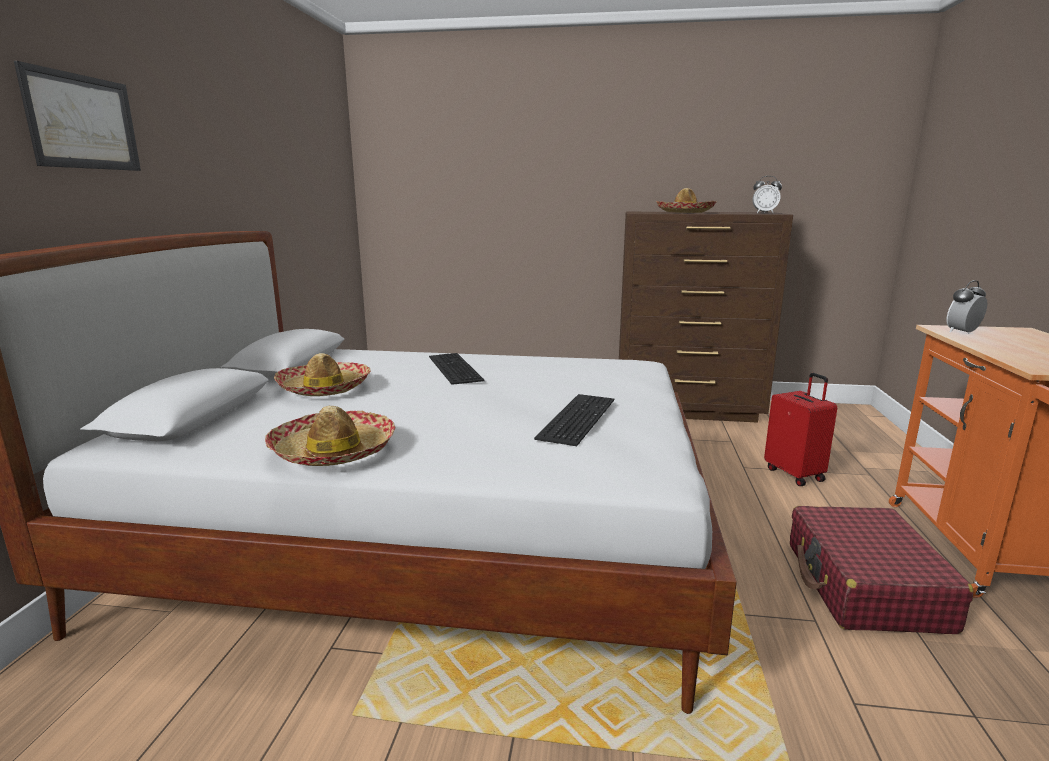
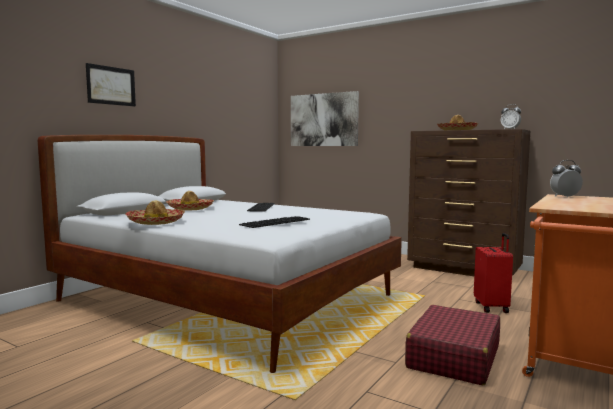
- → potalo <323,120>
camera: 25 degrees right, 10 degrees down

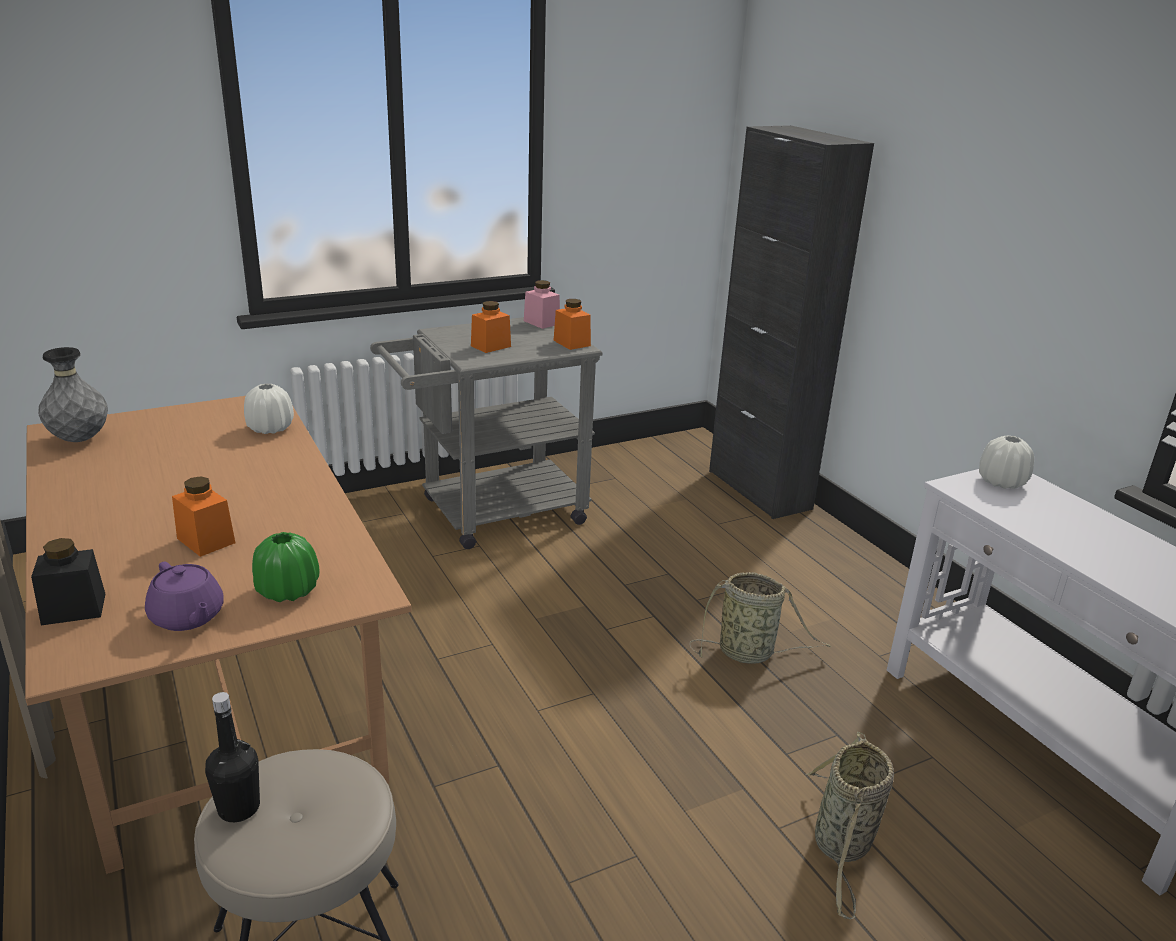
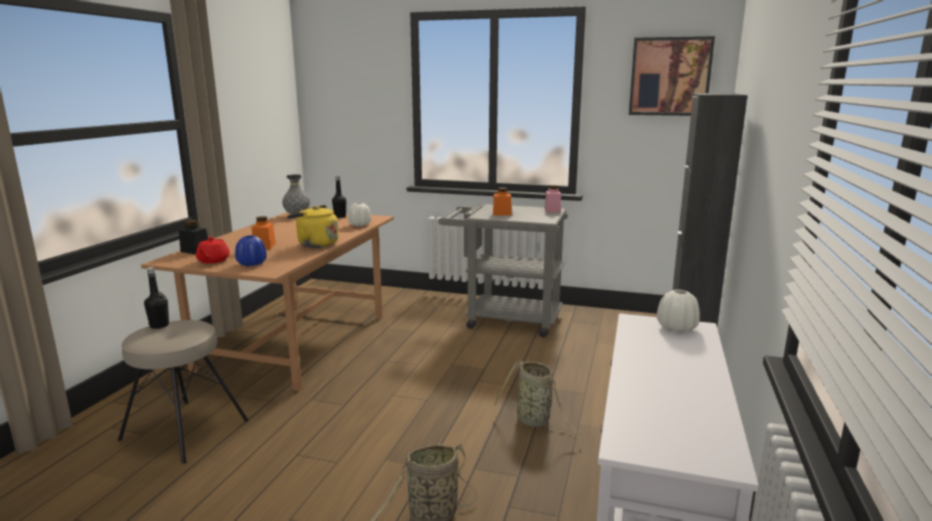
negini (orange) <572,343> → -
- → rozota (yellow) <315,244>
- → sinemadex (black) <340,217>
- → potalo <670,76>
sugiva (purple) <187,617> → sugiva (red) <213,261>
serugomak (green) <287,591> → serugomak (blue) <252,263>
camera: 45 degrees right, 10 degrees down

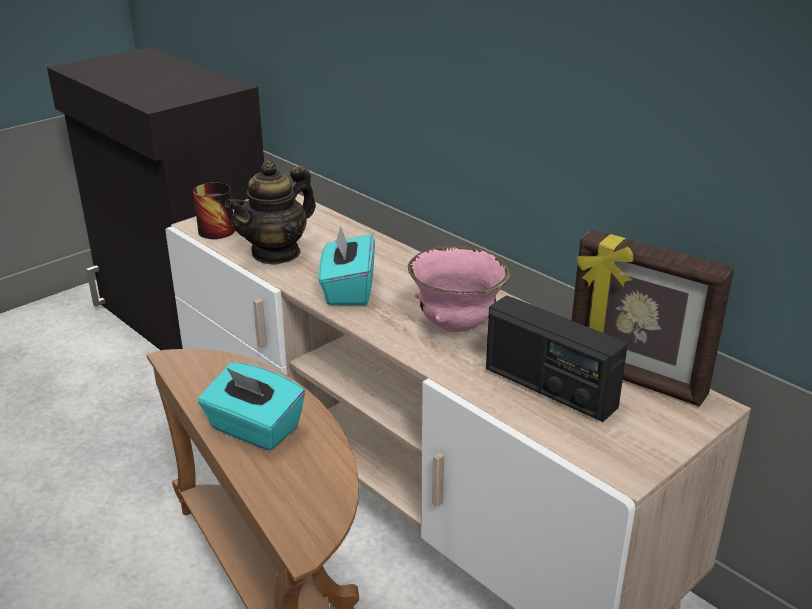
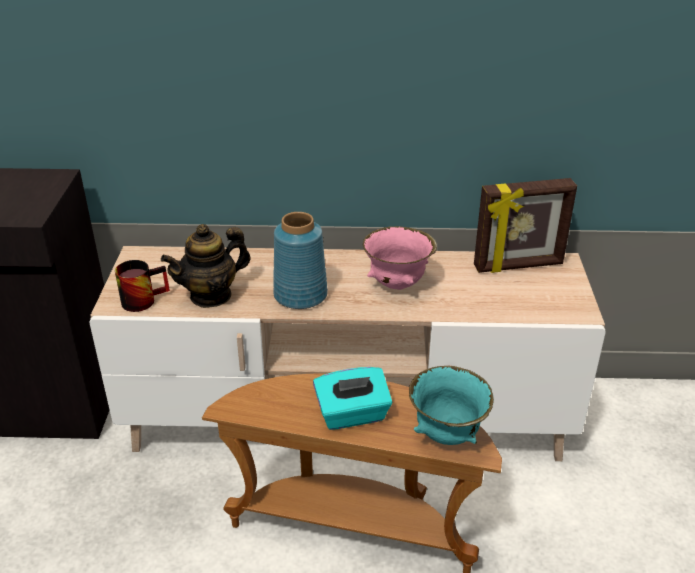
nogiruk <549,388> → -
- → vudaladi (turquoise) <446,435>
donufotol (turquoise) <348,290> → serugomak (blue) <301,295>
sugiva <276,253> → sugiva <211,295>, 60 degrees clockwise
camera: 45 degrees left, 5 degrees up

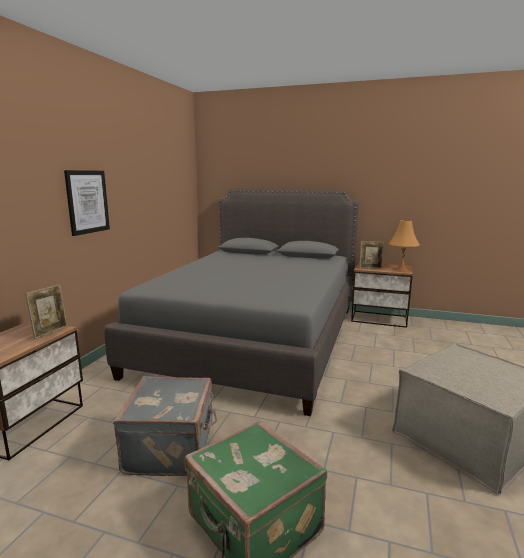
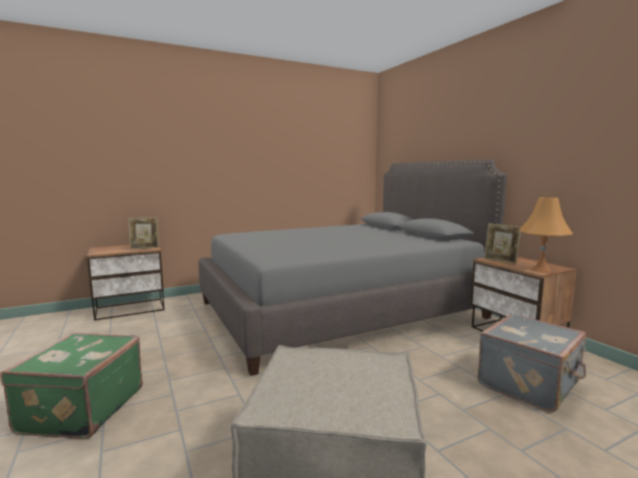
potalo <87,202> → -
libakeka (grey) <172,447> → libakeka (grey) <530,384>, move
camera: 45 degrees right, 5 degrees down

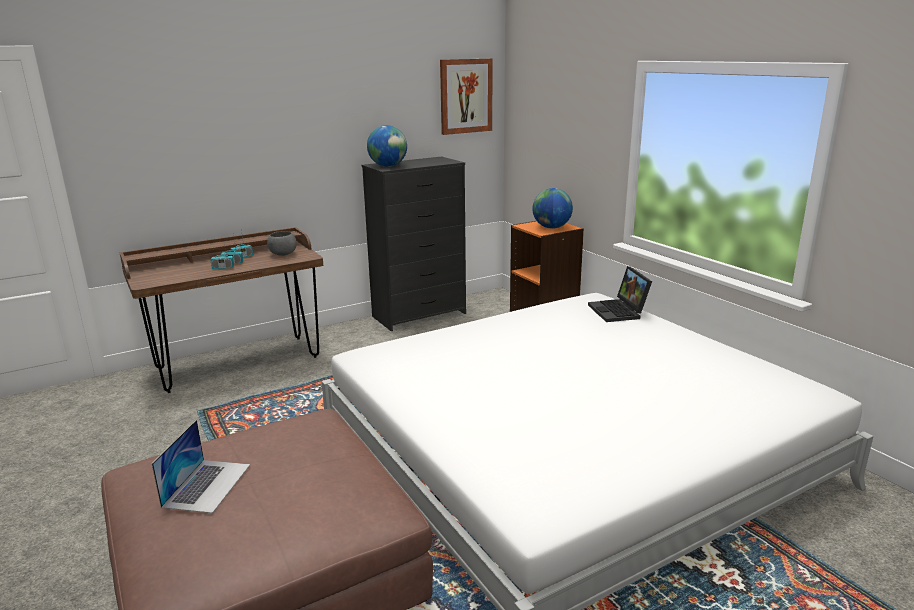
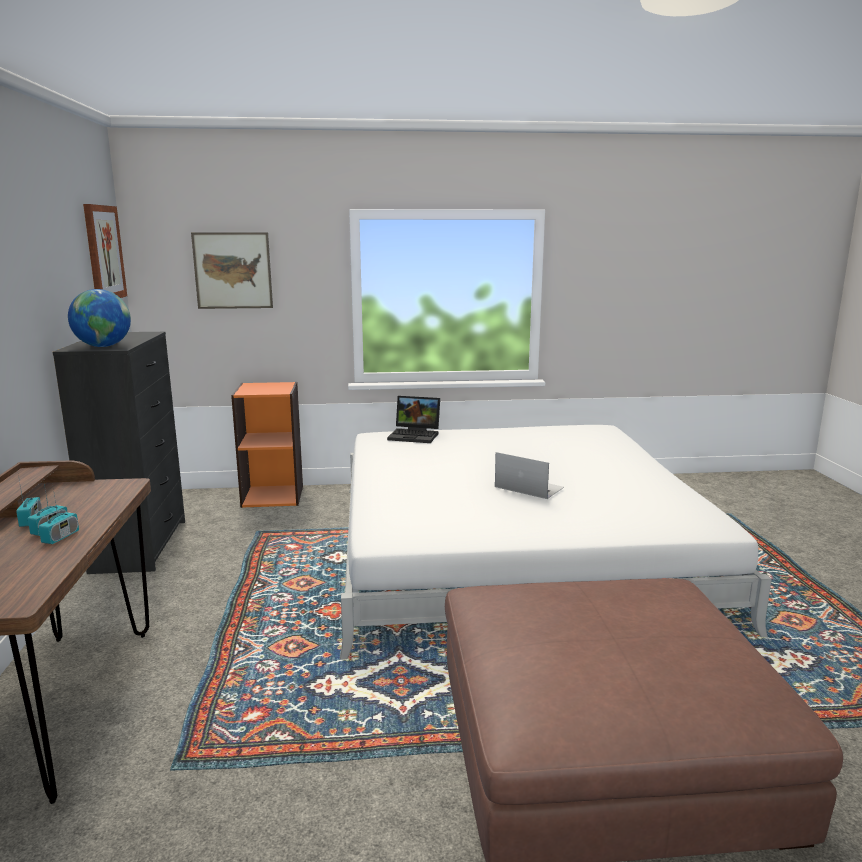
vudaladi (grey) <283,254> → -
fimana <551,228> → -
- → potalo <233,270>
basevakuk <207,485> → basevakuk <529,487>, move
camera: 65 degrees left, 5 degrees down

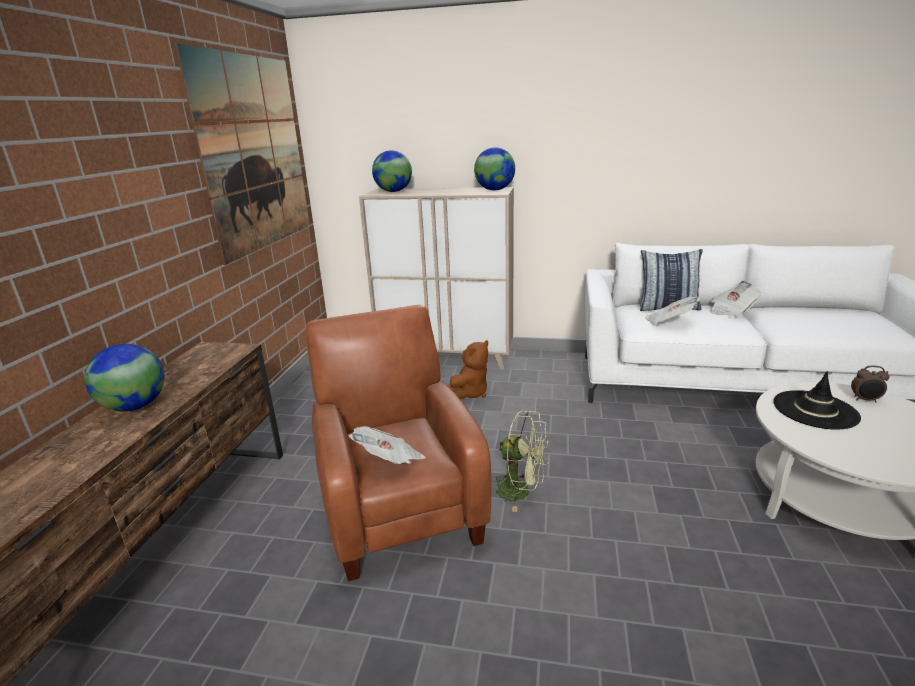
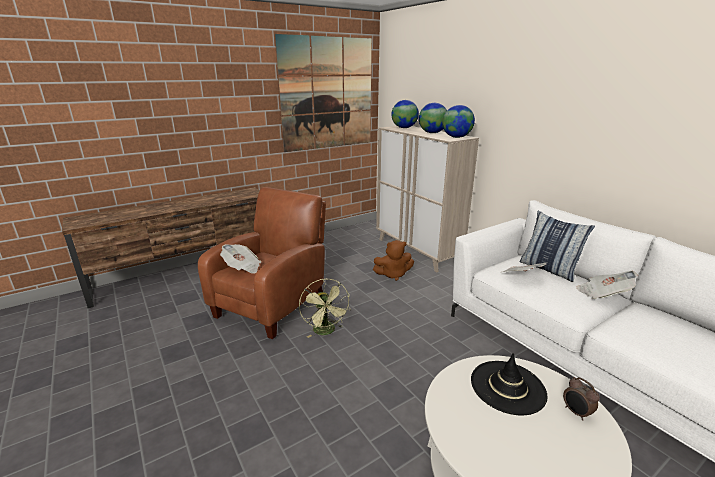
fimana <135,406> → fimana <432,133>, move
camera: 45 degrees right, 0 degrees up

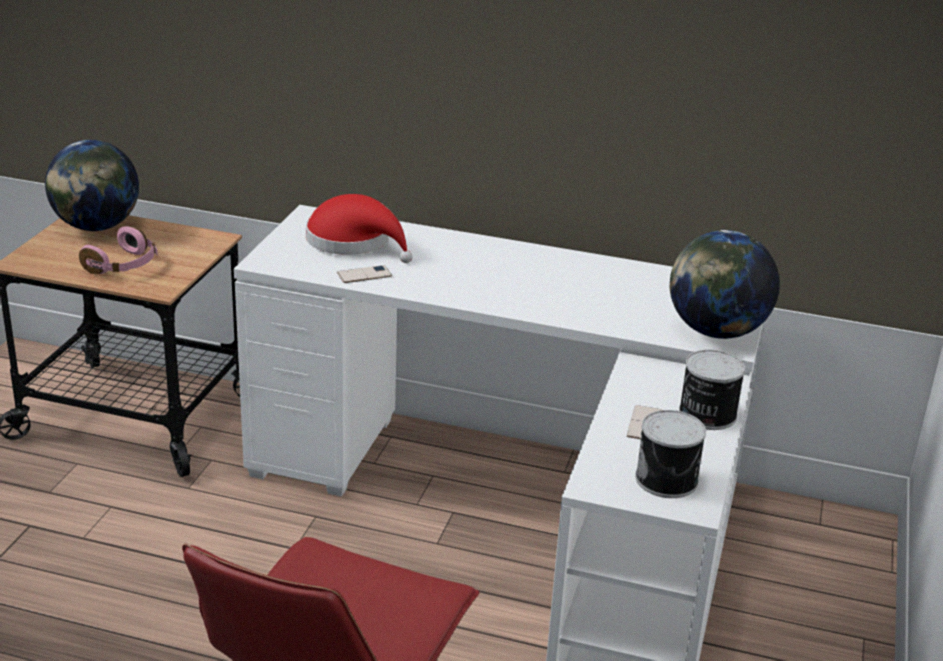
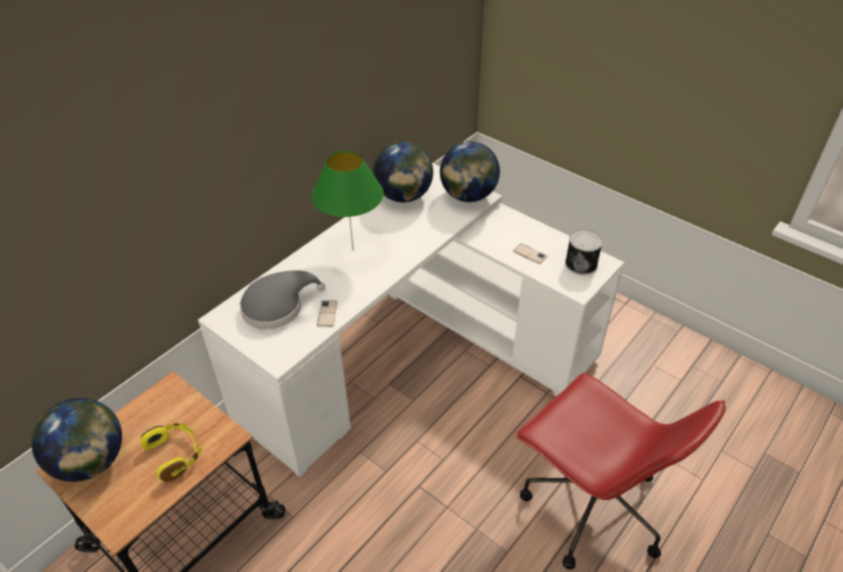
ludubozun <706,414> → -
- → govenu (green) <353,250>
- → fimana <404,196>
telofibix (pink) <123,266> → telofibix (yellow) <175,454>
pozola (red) <354,242> → pozola (grey) <277,306>
camera: 65 degrees left, 15 degrees up

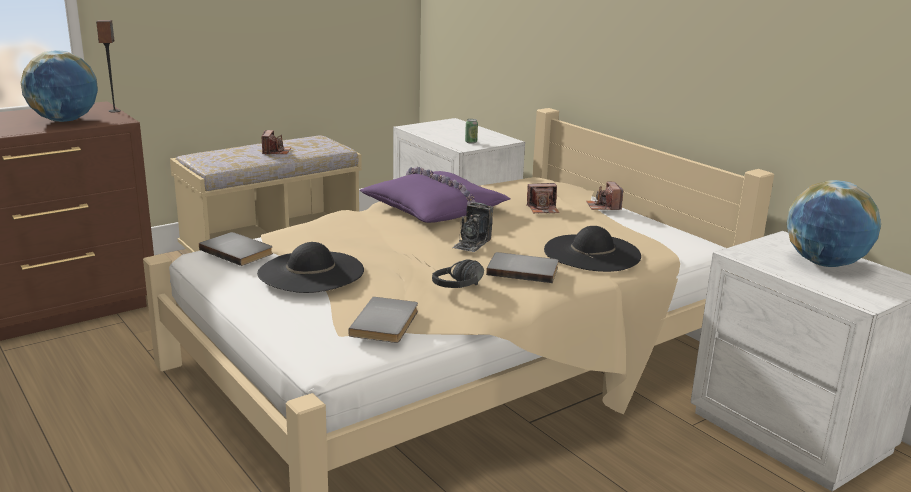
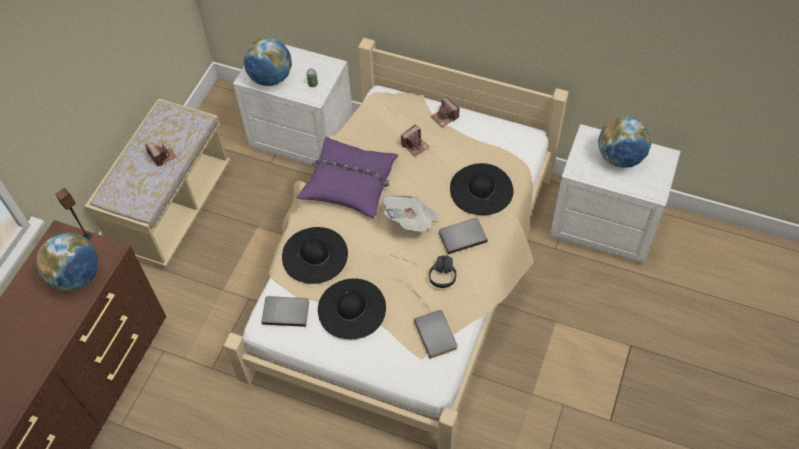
- → fimana <271,78>
- → pozola (black) <315,255>
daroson <472,243> → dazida <412,220>
camera: 30 degrees left, 35 degrees up

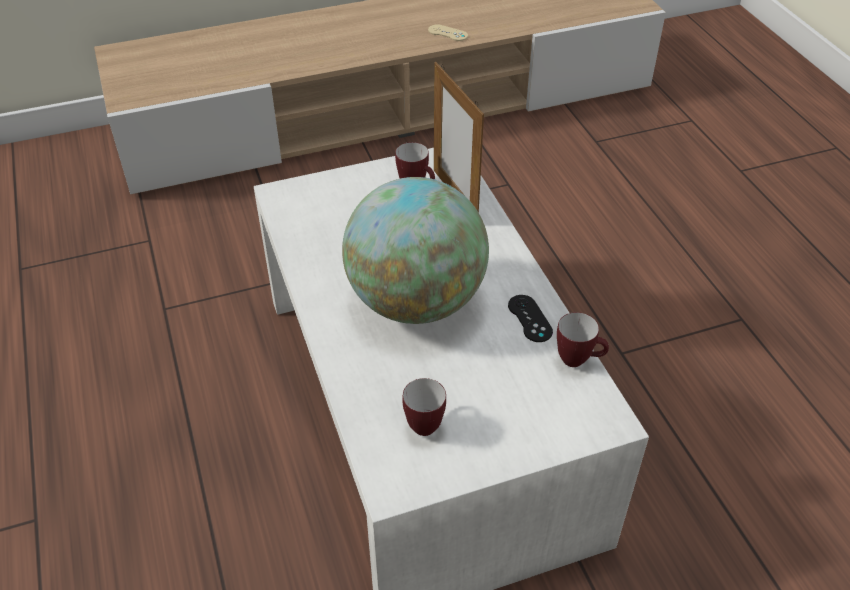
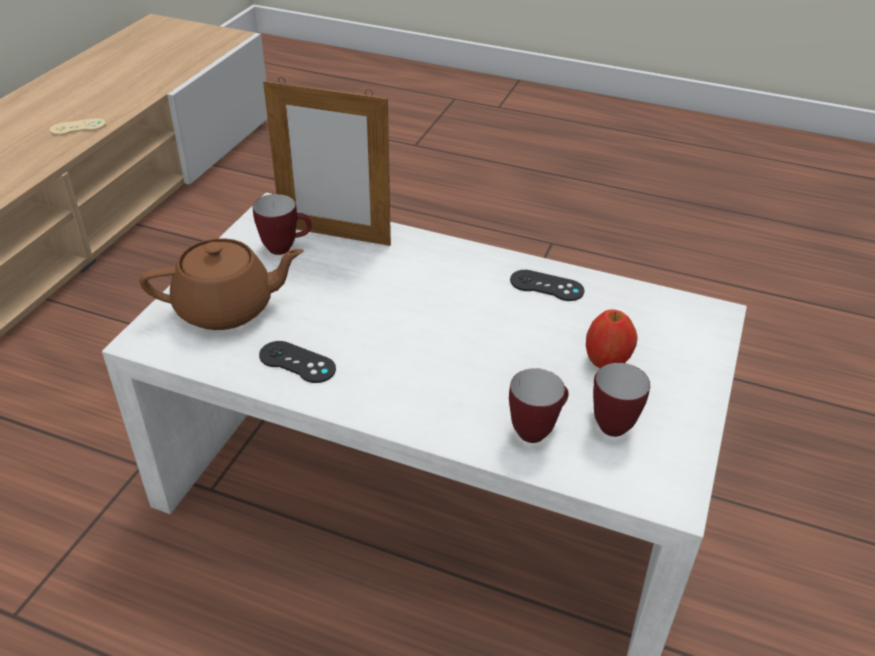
fimana <416,301> → -
- → sugiva (brown) <227,308>
- → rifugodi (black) <297,362>
- → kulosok <606,361>
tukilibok <578,360> → tukilibok <536,429>, move
camera: 50 degrees left, 5 degrees down

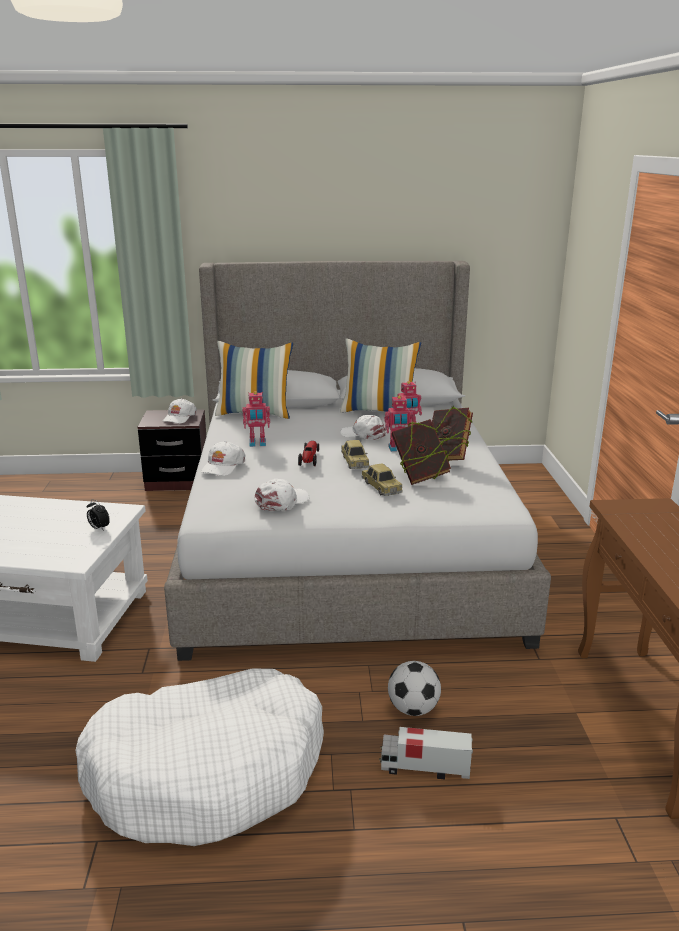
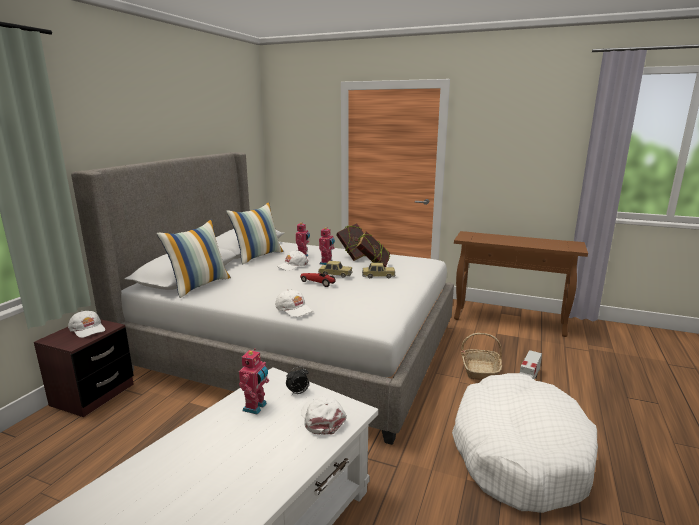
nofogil <257,444> → nofogil <256,407>, move
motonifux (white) <282,501> → motonifux (white) <322,418>, move
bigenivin <413,709> → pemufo <480,370>
camera: 65 degrees left, 5 degrees down

